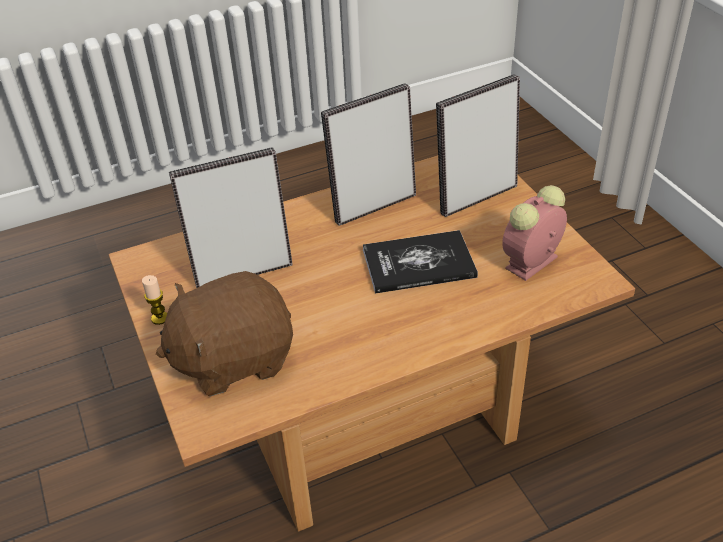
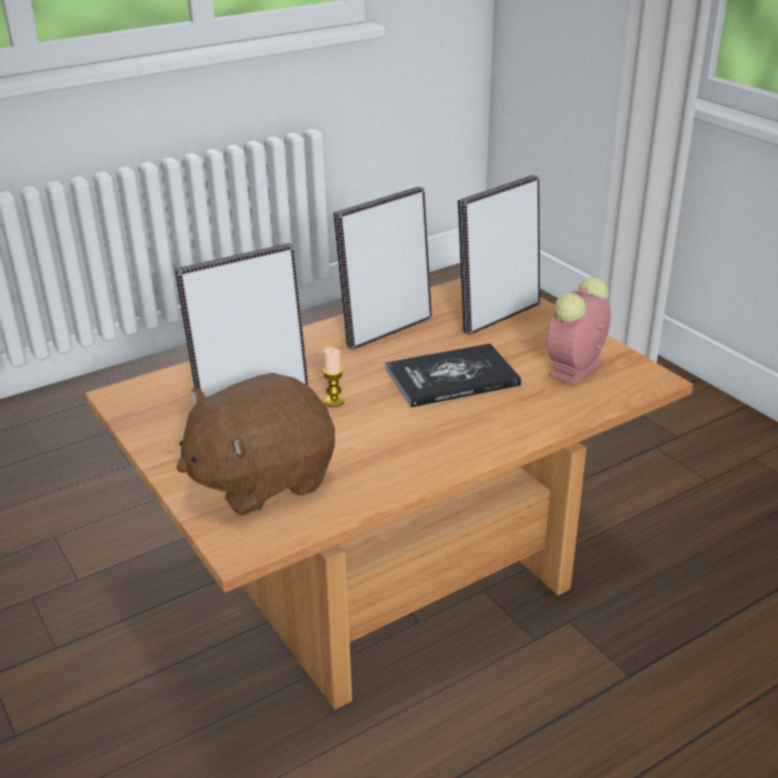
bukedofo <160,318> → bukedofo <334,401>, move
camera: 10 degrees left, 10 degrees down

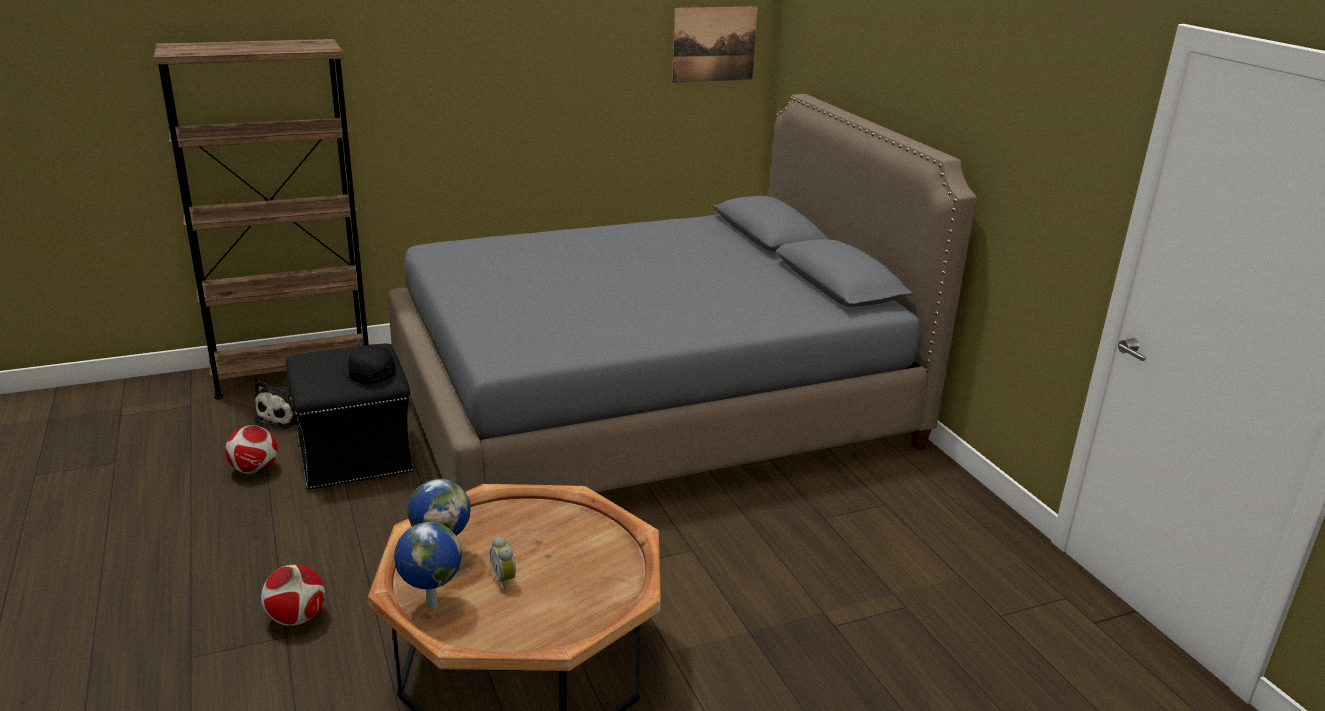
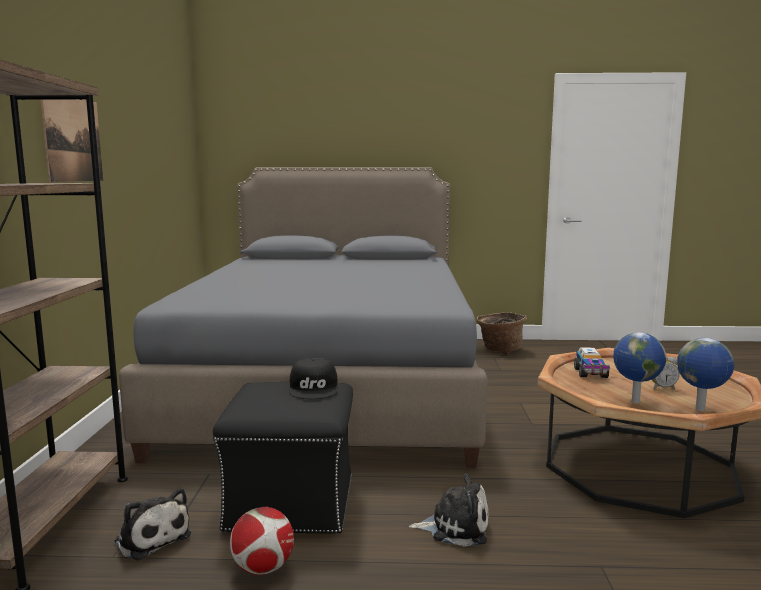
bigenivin <296,618> → -
- → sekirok <455,527>
- → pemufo <500,350>
- → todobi <591,373>
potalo <714,44> → potalo <73,139>, move
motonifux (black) <367,371> → motonifux (black) <314,388>, 75 degrees counterclockwise
camera: 65 degrees left, 15 degrees down

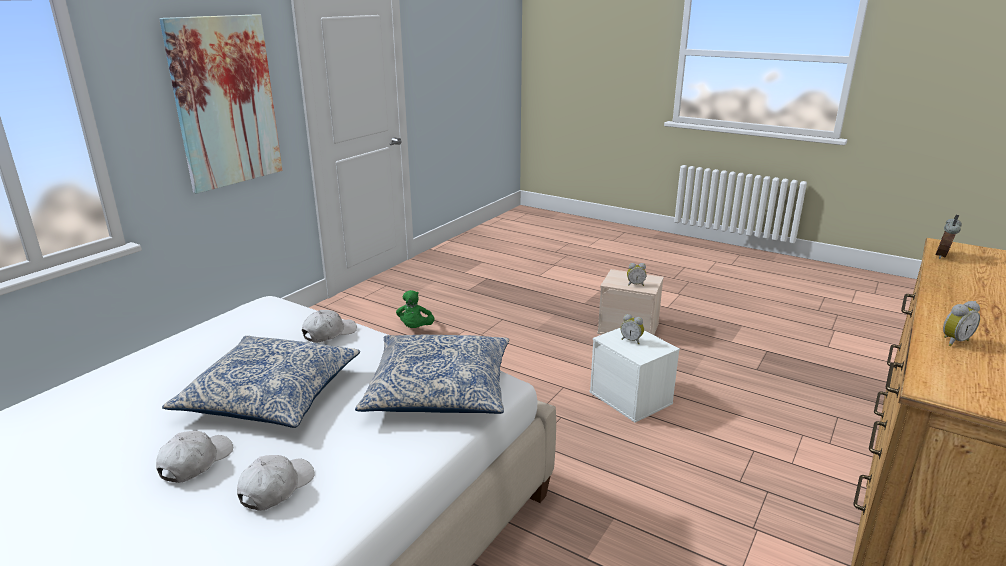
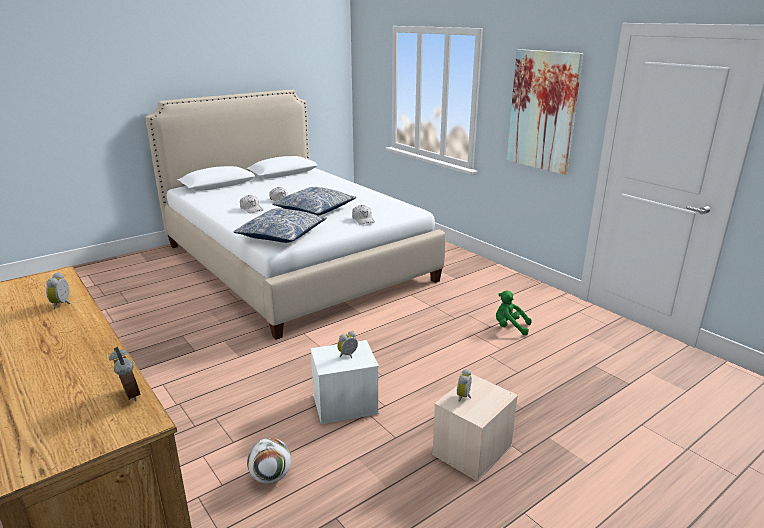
- → bigenivin <271,477>
camera: 110 degrees right, 0 degrees up

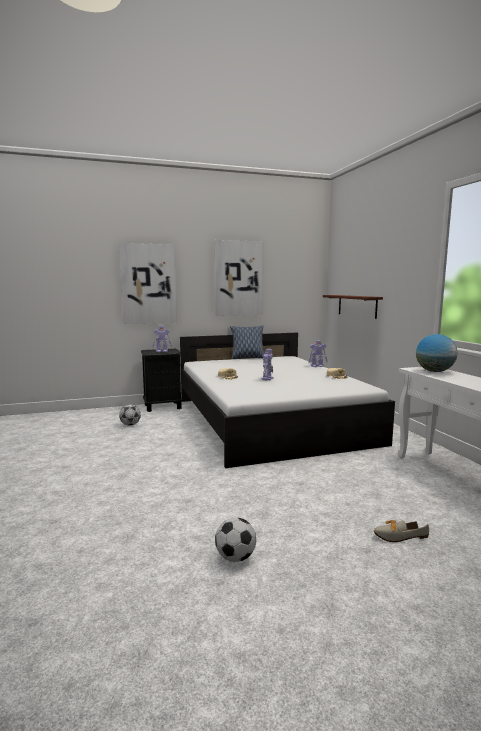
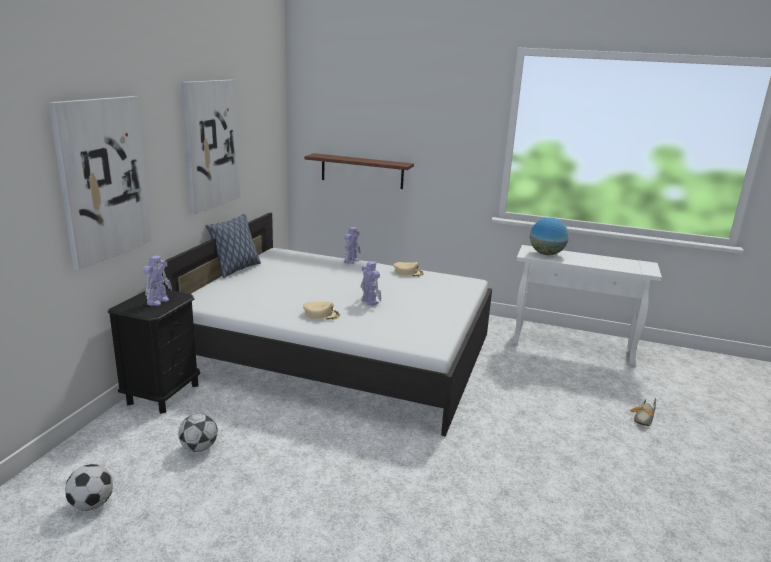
bigenivin <235,557> → bigenivin <92,504>, move
camera: 55 degrees left, 10 degrees up

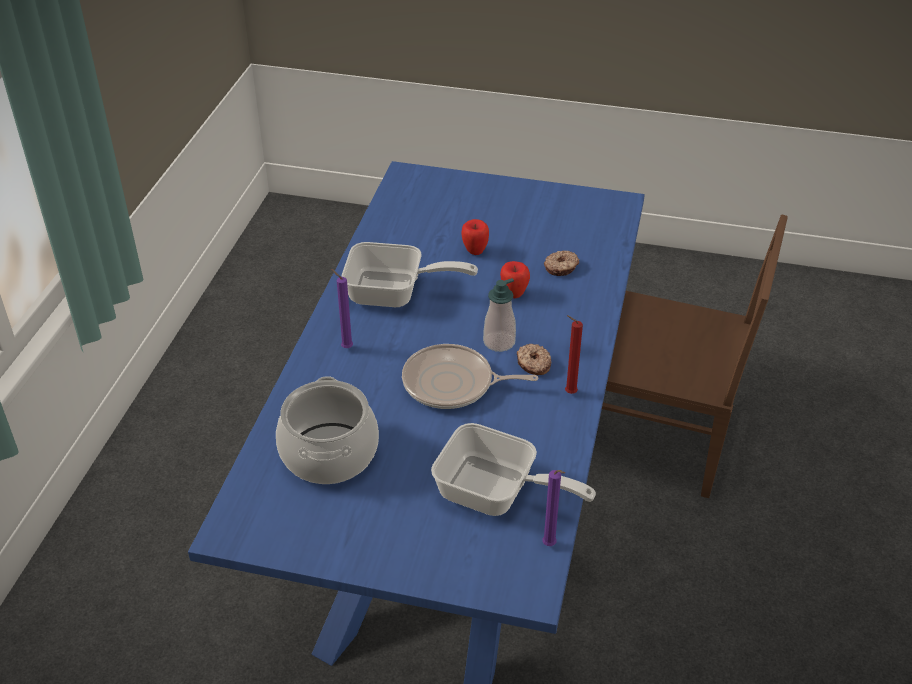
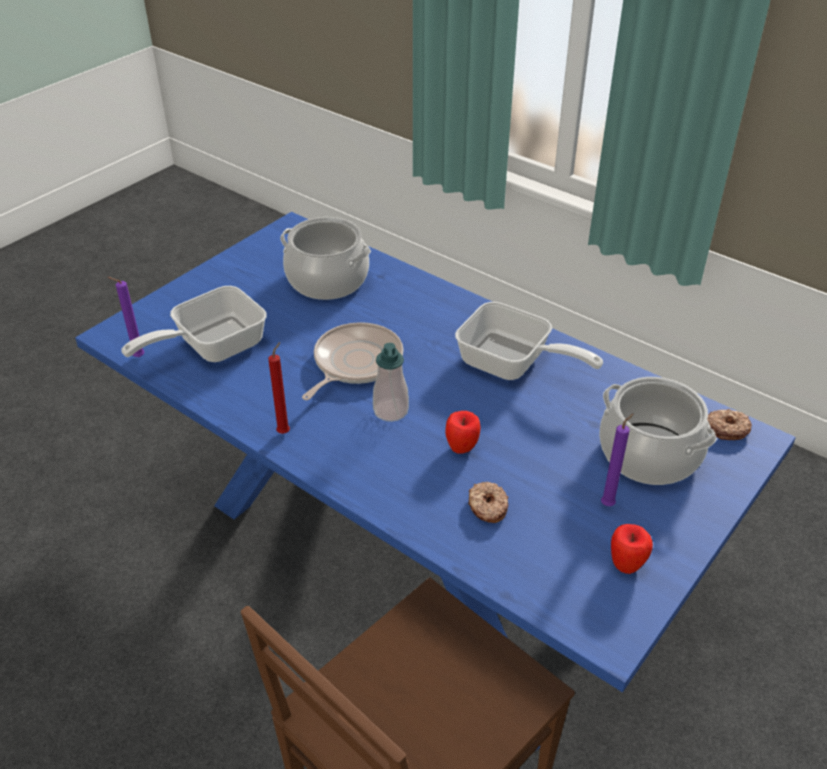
- → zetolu <648,454>
bukedofo (purple) <345,347> → bukedofo (purple) <609,503>, move
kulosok <475,251> → kulosok <626,565>, move
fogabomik <533,364> → fogabomik <726,429>, move
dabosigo <394,294> → dabosigo <512,365>, 90 degrees counterclockwise
camera: 115 degrees right, 0 degrees up

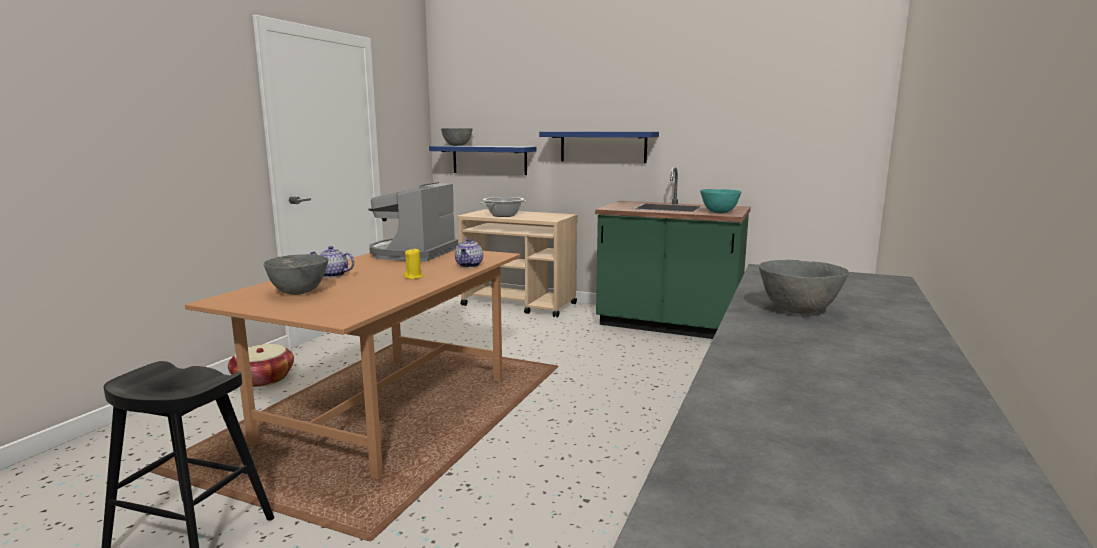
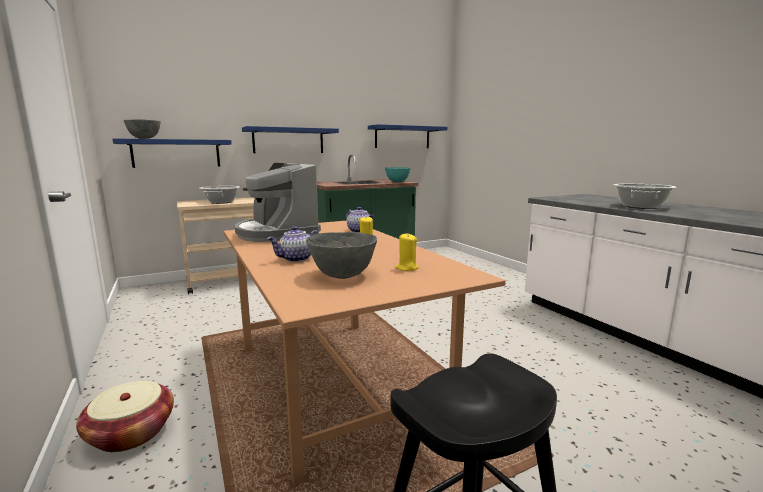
- → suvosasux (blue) <402,137>
- → bukedofo (yellow) <407,268>
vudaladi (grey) <798,311> → zetolu <640,206>
camera: 50 degrees left, 0 degrees up

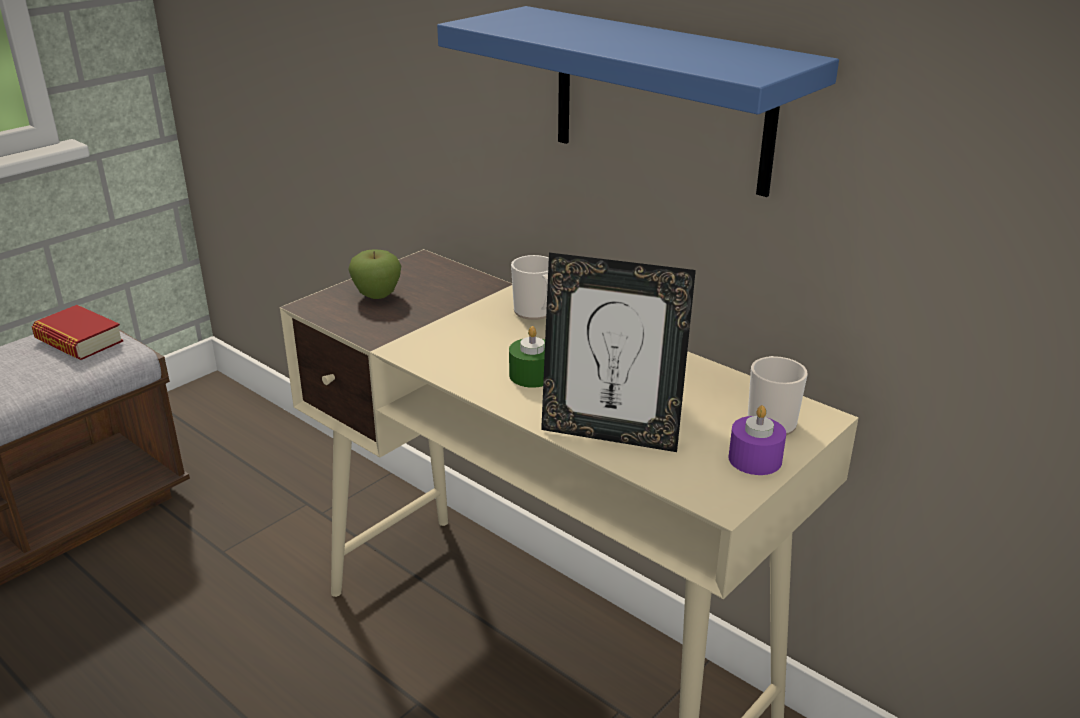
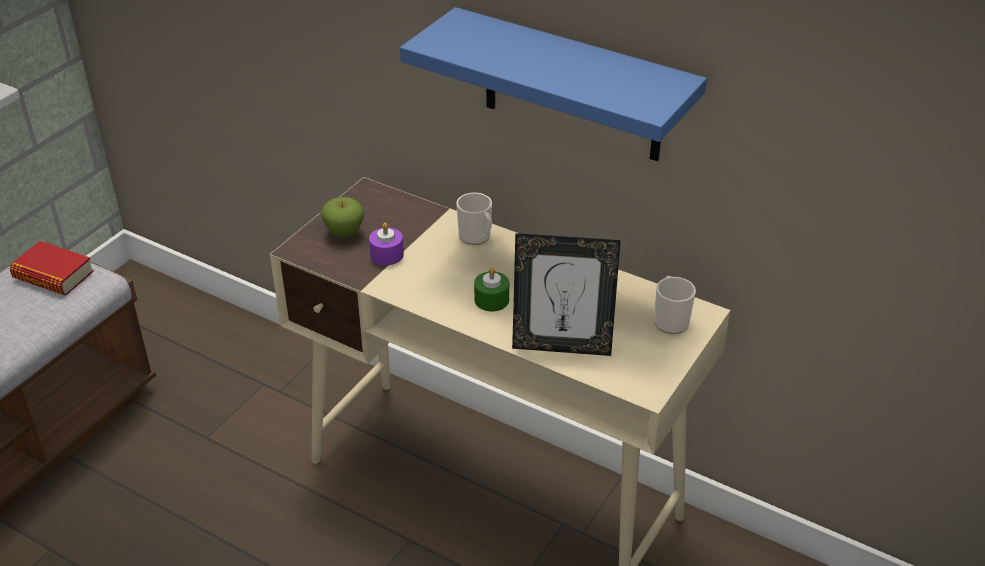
bukedofo (purple) <755,459> → bukedofo (purple) <387,255>, move
camera: 10 degrees left, 10 degrees up

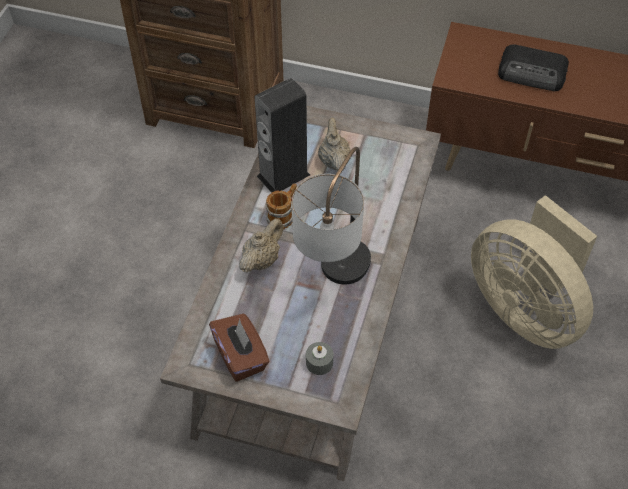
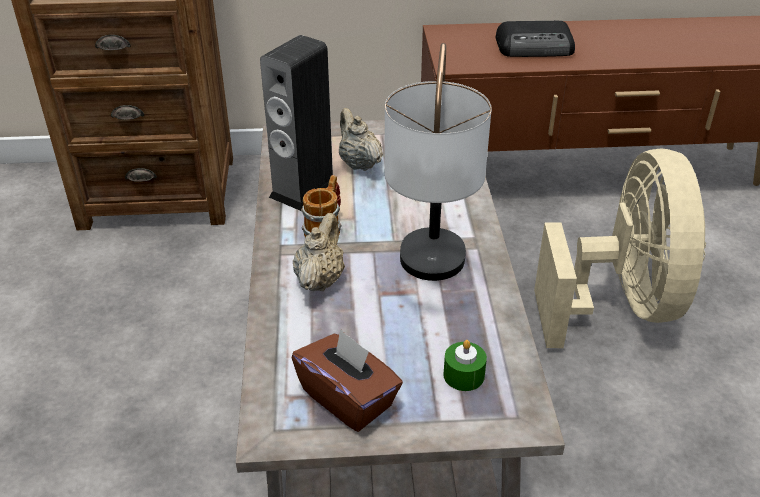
bukedofo (grey) <319,363> → bukedofo (green) <463,375>
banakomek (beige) <525,309> → banakomek (beige) <620,304>, 120 degrees counterclockwise
camera: 20 degrees left, 15 degrees down

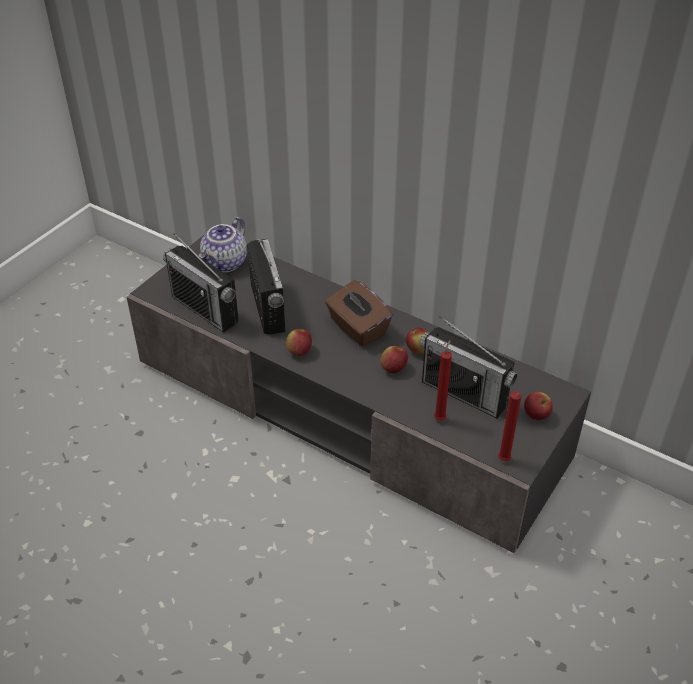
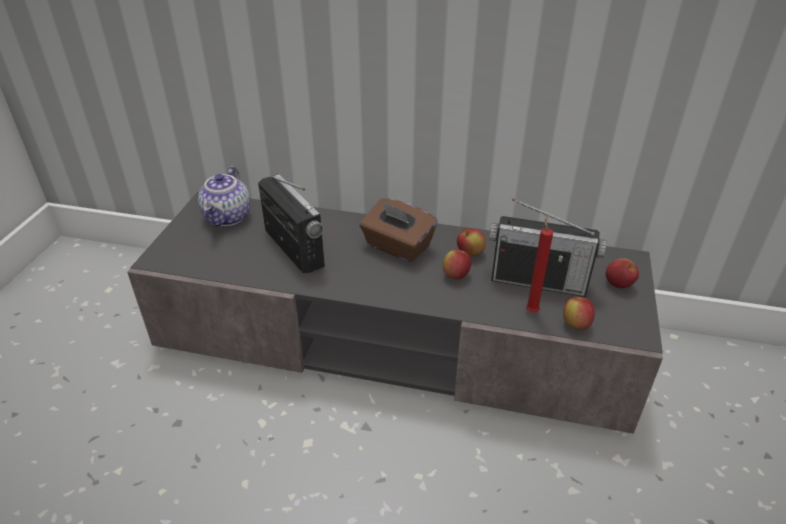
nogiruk <205,309> → -
bukedofo (red) <503,461> → -
kulosok <299,351> → kulosok <575,324>, move
camera: 20 degrees left, 5 degrees down

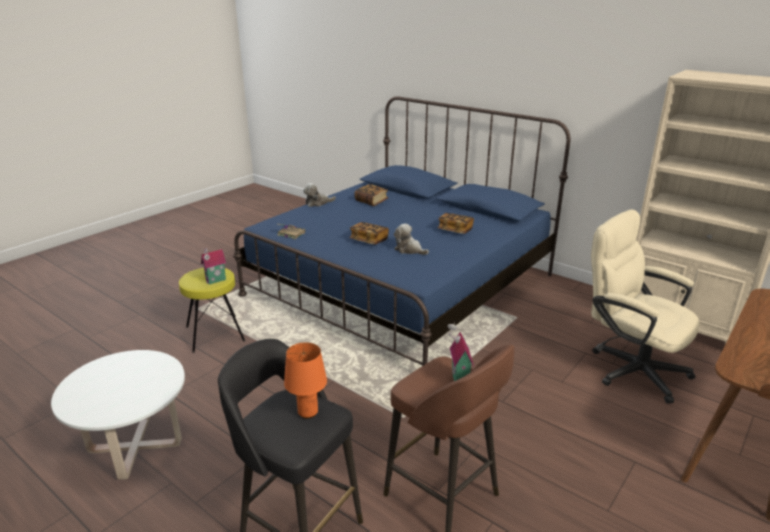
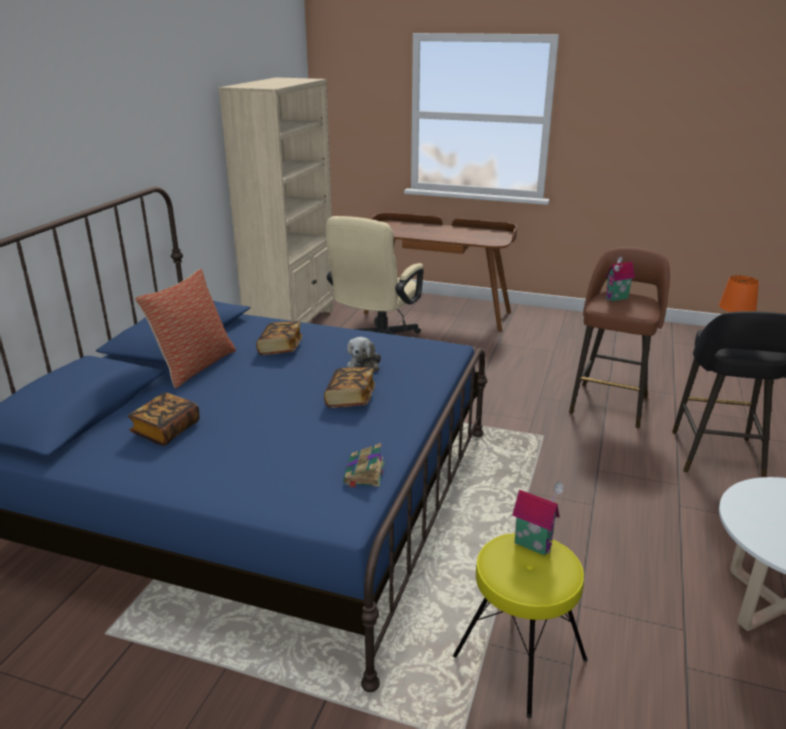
sekirok <318,203> → -
- → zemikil <194,366>
camera: 110 degrees left, 0 degrees up

